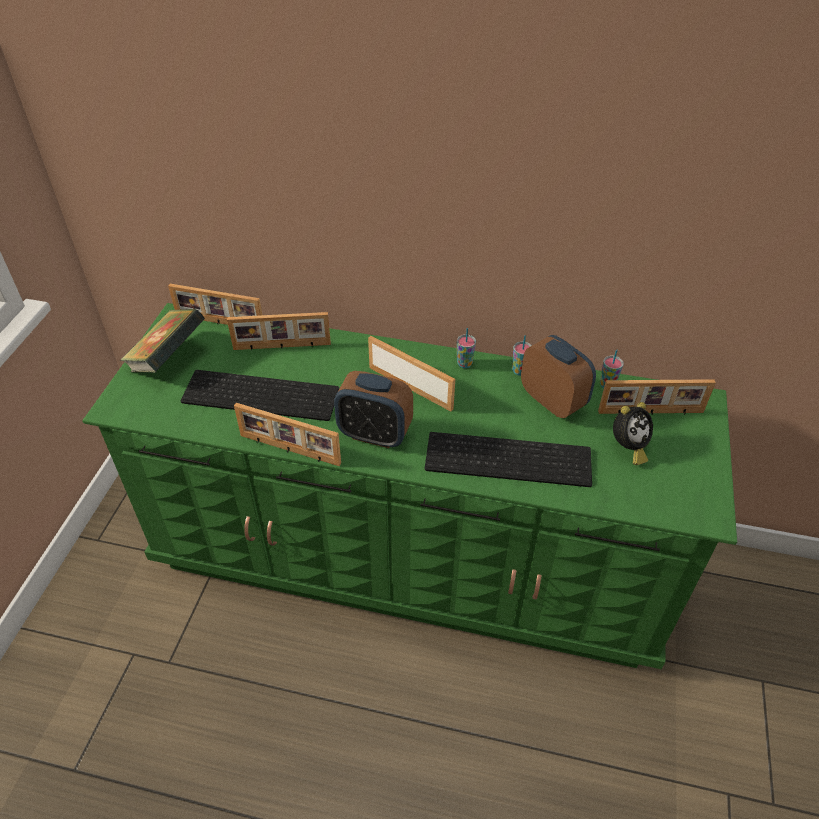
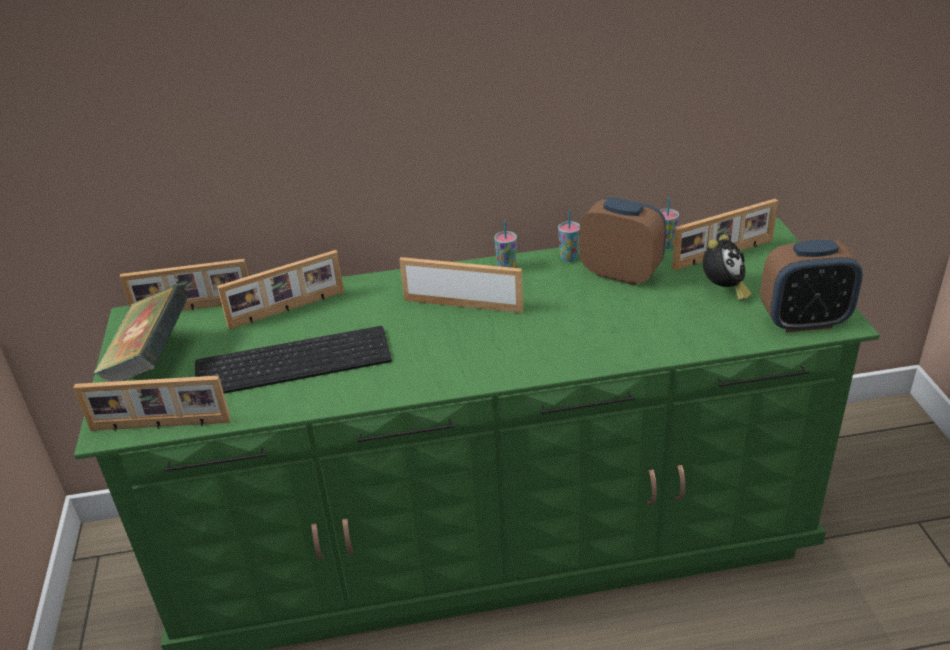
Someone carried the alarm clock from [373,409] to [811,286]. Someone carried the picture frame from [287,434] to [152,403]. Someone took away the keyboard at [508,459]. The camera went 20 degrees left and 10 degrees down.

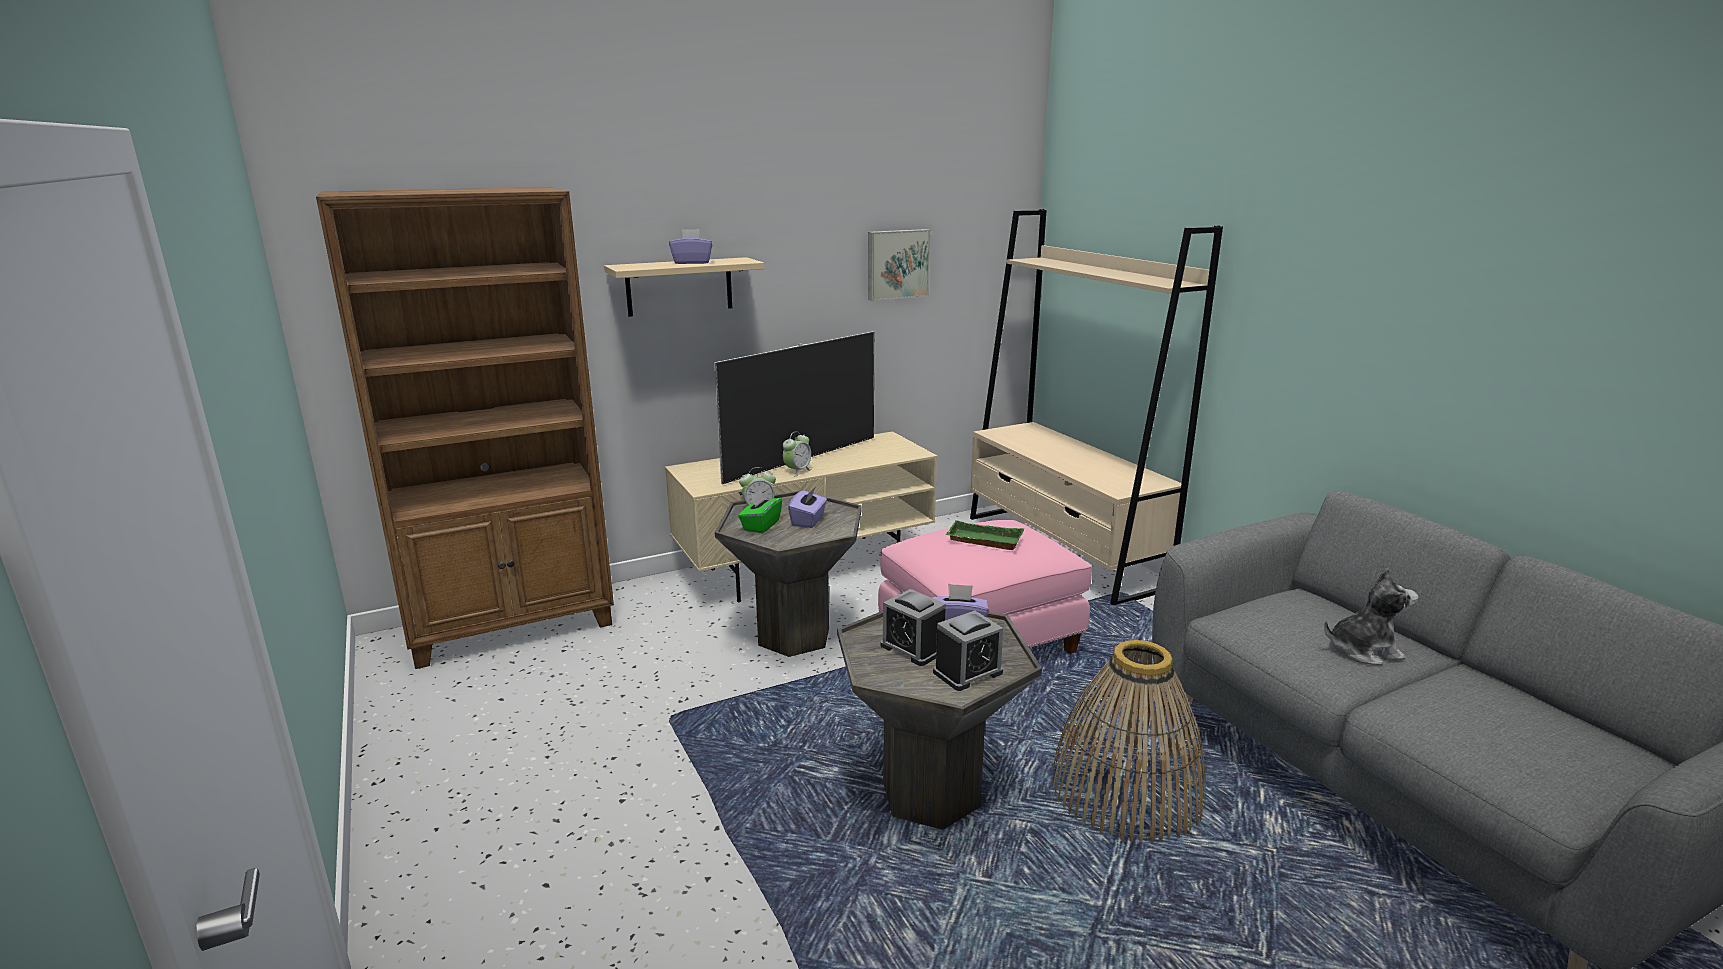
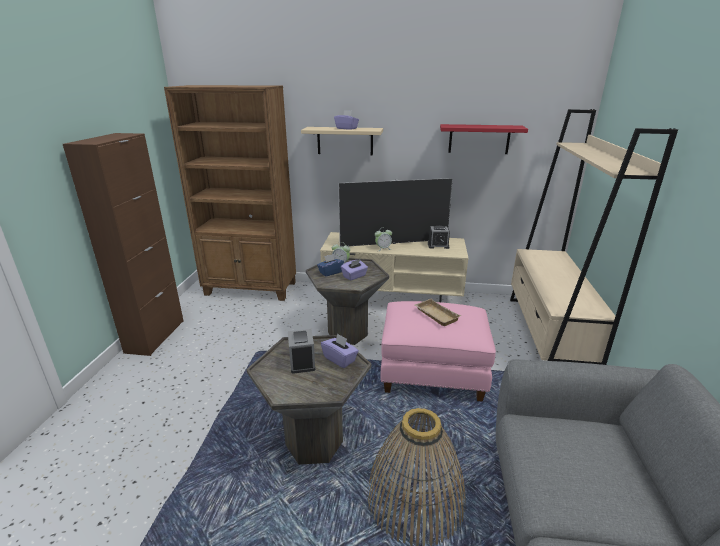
Someone swapped the picture at [899,265] for the red shelf at [484,139]. Someone repainted the green tissue box at [760,511], which became the blue tissue box at [330,265]. Someone repainted the green tray at [984,535], which became the beige tray at [438,312]. Someone took away the plush toy at [1371,616]. Someone carried the alarm clock from [968,651] to [439,237]. Someone put down the brown cabinet at [123,244]. The camera went 35 degrees right and 5 degrees up.

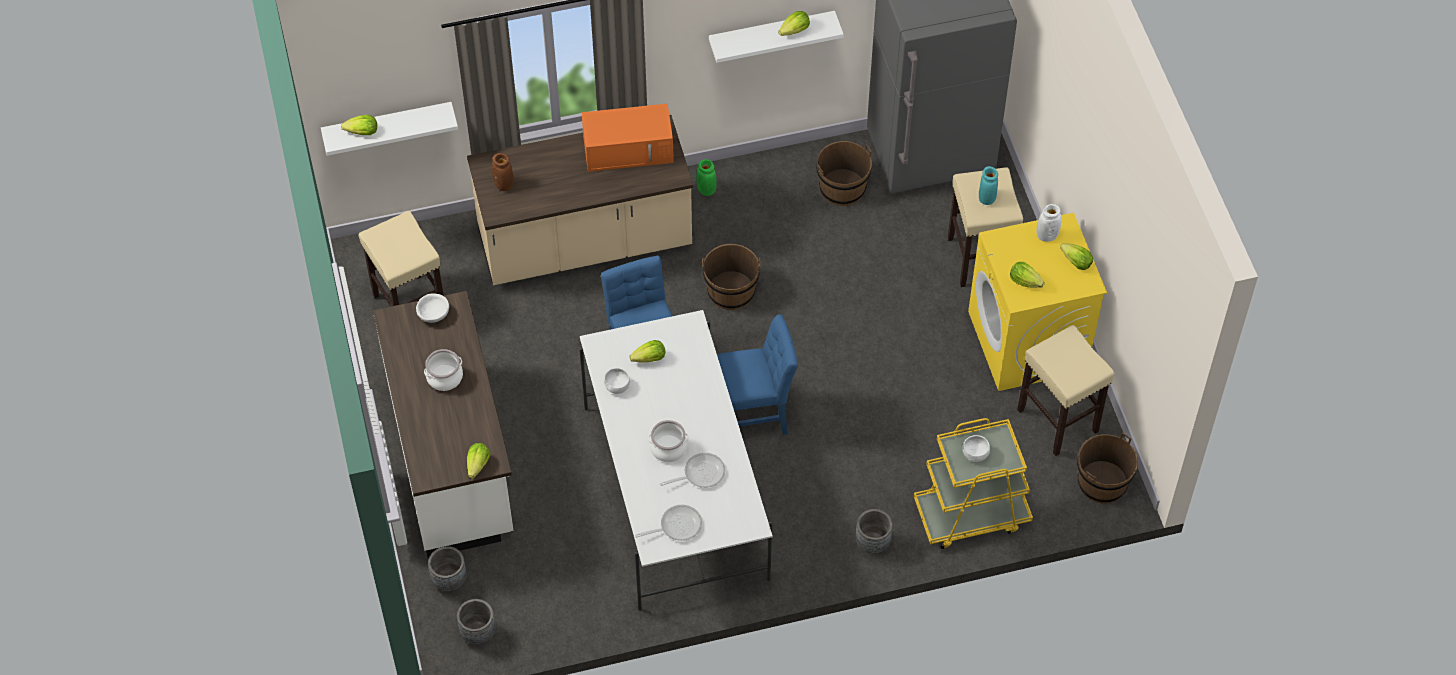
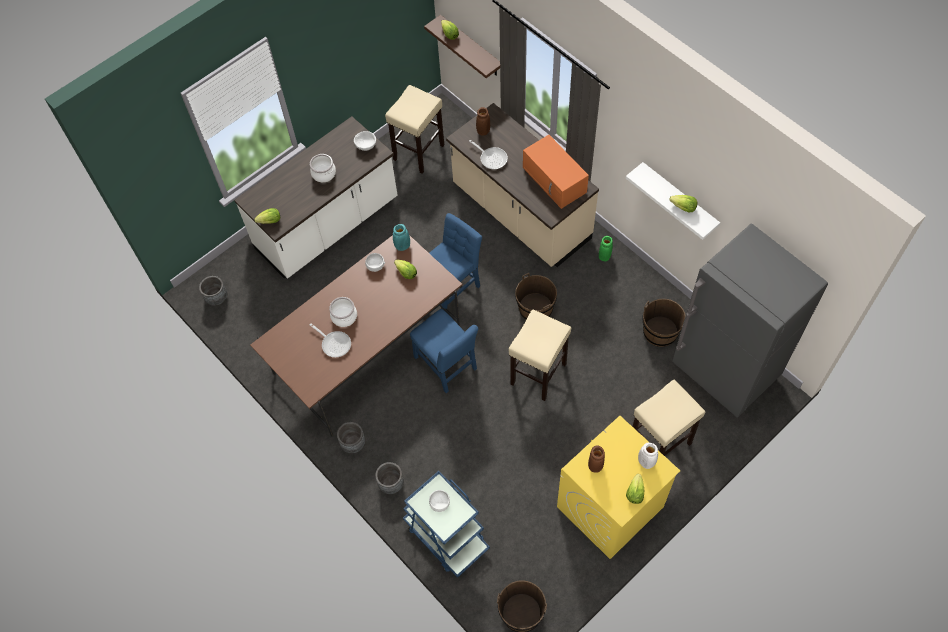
Someone repainted the white shelf at [389,129], which became the brown shelf at [462,46]. Someone carried the turquoise vase from [988,185] to [401,237]. Someone swapped the lettuce at [1027,275] for the brown vase at [596,459]. Someone repainted the white dining table at [676,460], which became the brown dining table at [356,334]. Someone carried the beige stool from [1065,390] to [540,355]. Someone repainted the yellow cart at [973,483], which became the blue cart at [446,524]. Someone carried the frying pan from [668,523] to [488,154]. Someone carried the grey planter from [447,568] to [351,437]. The camera went 65 degrees right and 5 degrees up.

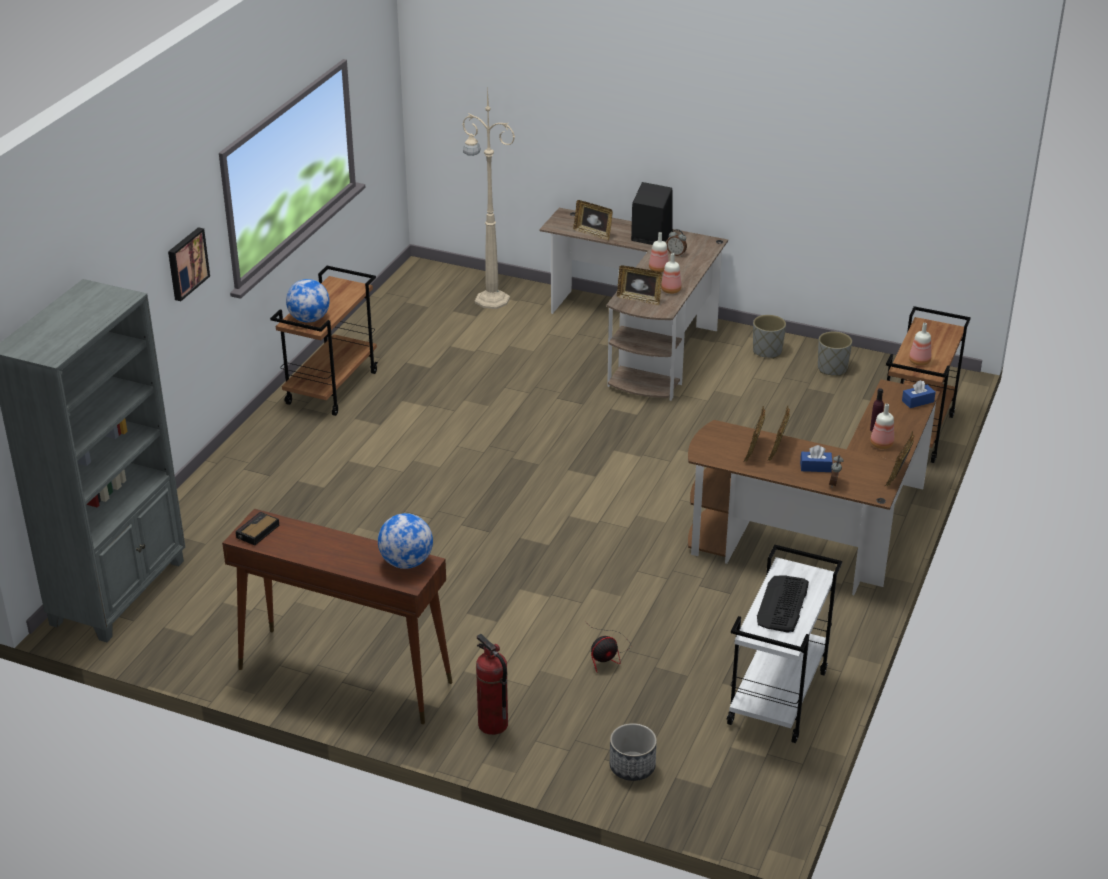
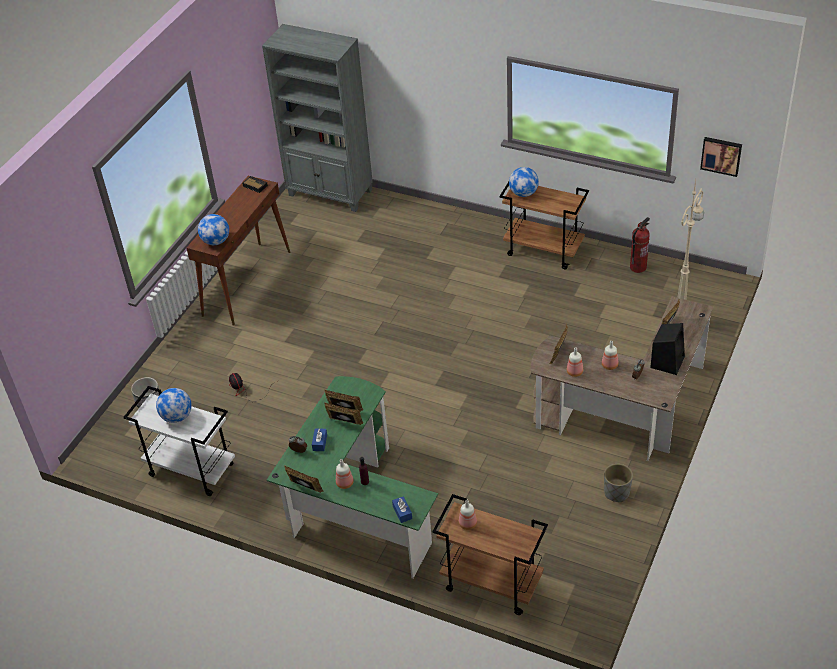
Someone carried the picture from [189,264] to [721,157]. Someone took away the grey planter at [835,354]. Someone repainted the brown desk at [814,487], which became the green desk at [352,477]. Someone swapped the keyboard at [783,604] for the globe at [174,405]. Someone carried the fire extinguisher from [492,684] to [640,245]. The camera went 95 degrees right and 10 degrees up.

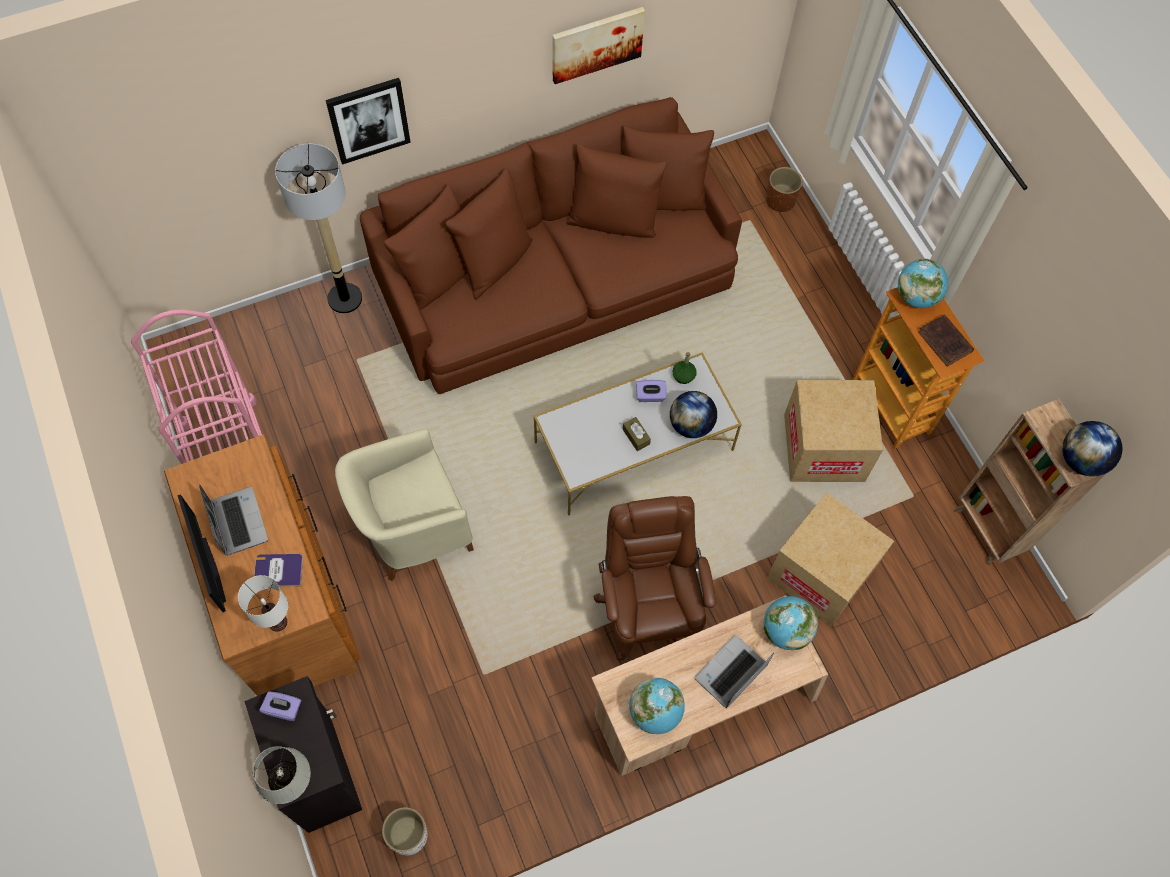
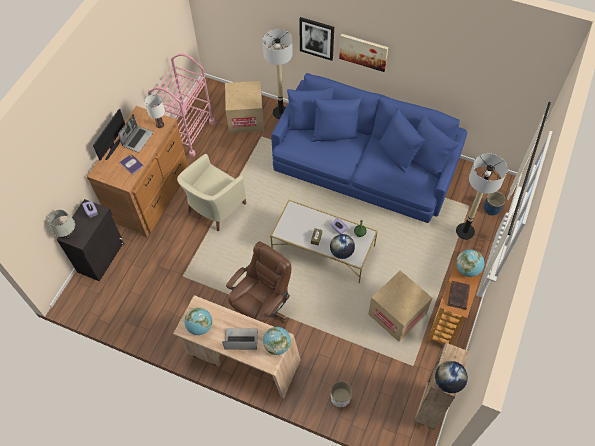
Someone carried the picture from [598,45] to [363,53]. Someone repainted the brown sofa at [551,245], which became the blue sofa at [369,148]. Someone repainted the brown planter at [784,189], which became the blue planter at [495,203]. Someone rotated the beige armchair at [404,505] by 75 degrees counterclockwise. Someone carried the cardboard box from [830,559] to [244,107]. Someone carried the white table lamp from [263,603] to [154,111]. Someone carried the white planter from [405,831] to [341,394]. Someone put down the floor lamp at [482,196]. The camera went 50 degrees right and 5 degrees down.

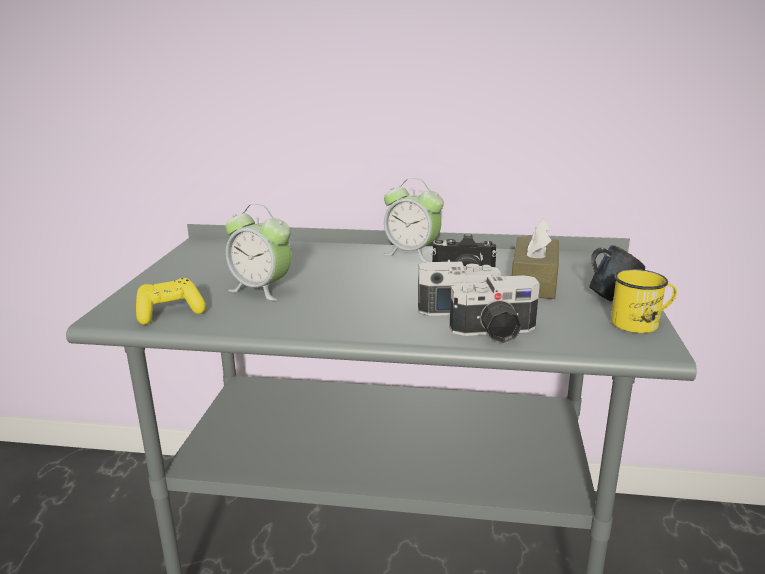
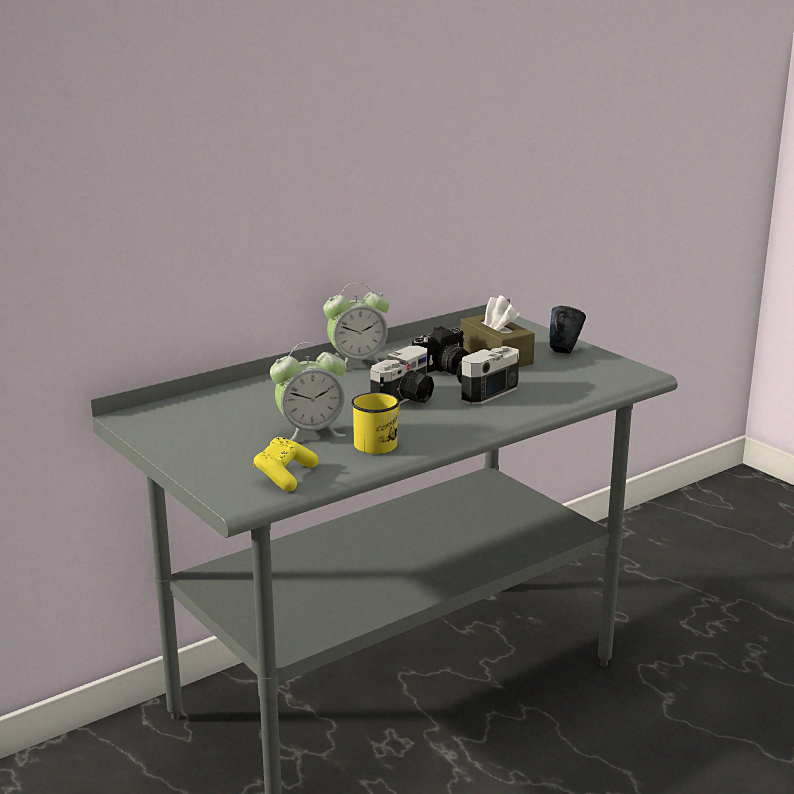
Someone carried the yellow mug from [644,301] to [375,423]. Someone carried the photo camera from [495,309] to [402,374]. The camera went 45 degrees left and 0 degrees up.

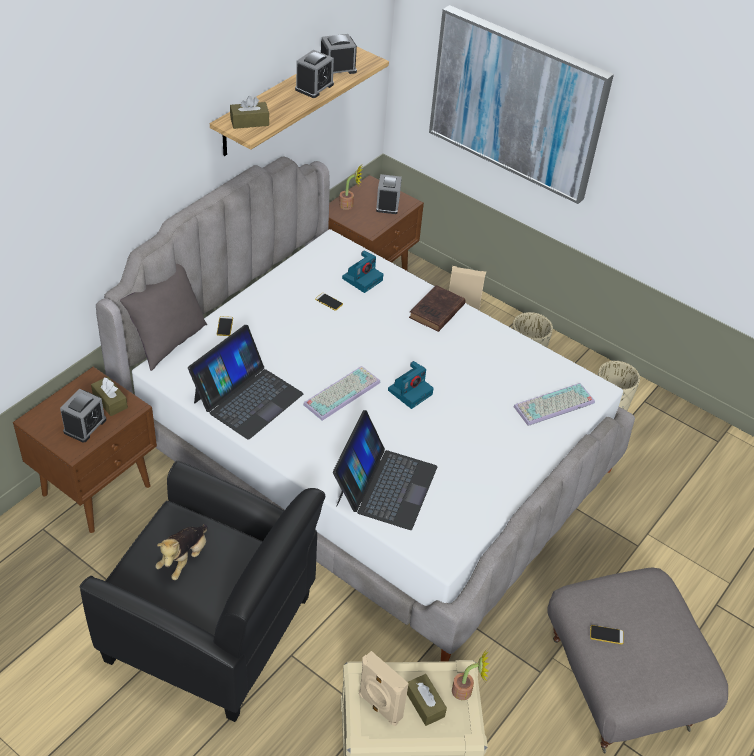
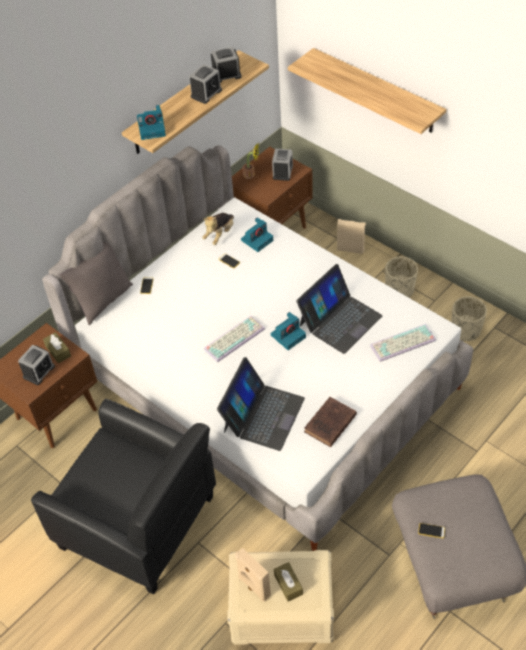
Someone swapped the picture at [521,104] for the shelf at [367,91]. Someone swapped the brown tissue box at [249,112] for the photo camera at [151,122]. Someone carried the brown book from [437,308] to [330,422]. Someone carried the laptop from [246,382] to [339,309]. Someone carried the plush toy from [181,552] to [218,229]. Someone took away the potted plant at [471,675]. The camera went 10 degrees right and 5 degrees up.

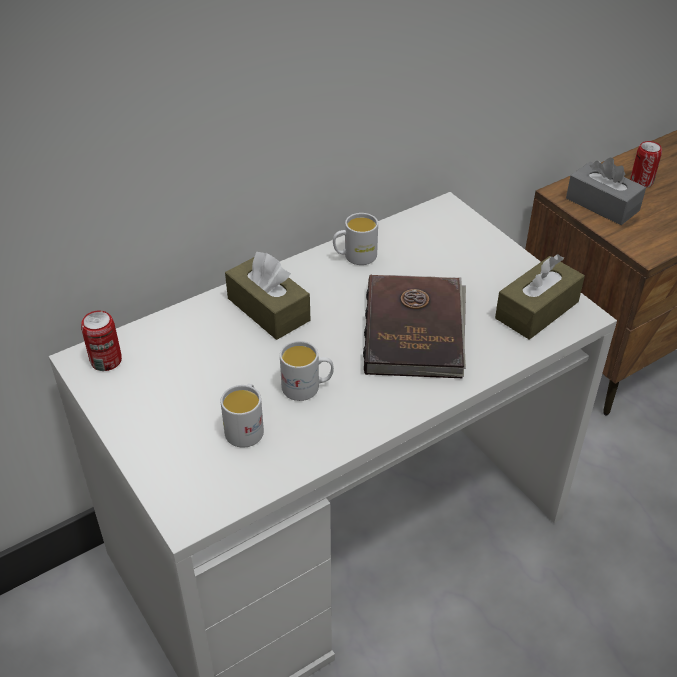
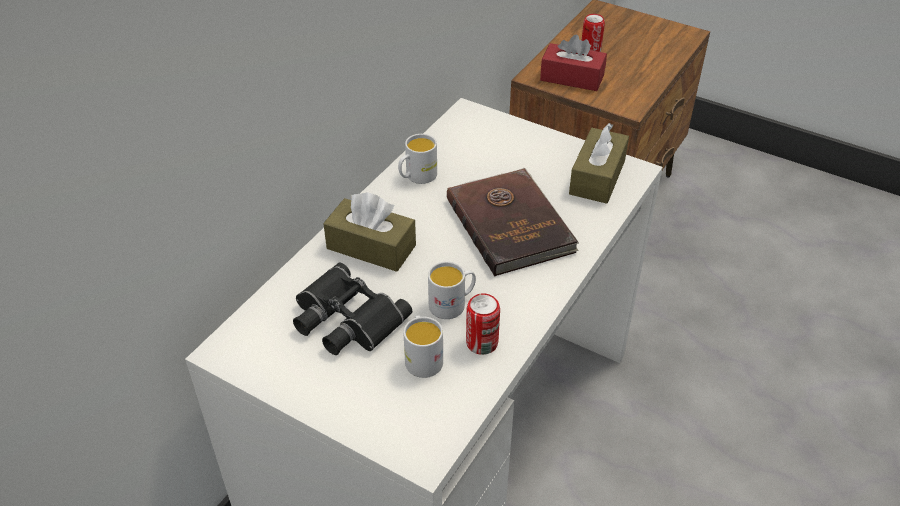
Someone repainted the grey tissue box at [606,191], which became the red tissue box at [573,62]. Someone carried the can from [101,341] to [483,324]. Someone put down the black binoculars at [352,309]. The camera went 25 degrees left and 0 degrees up.

